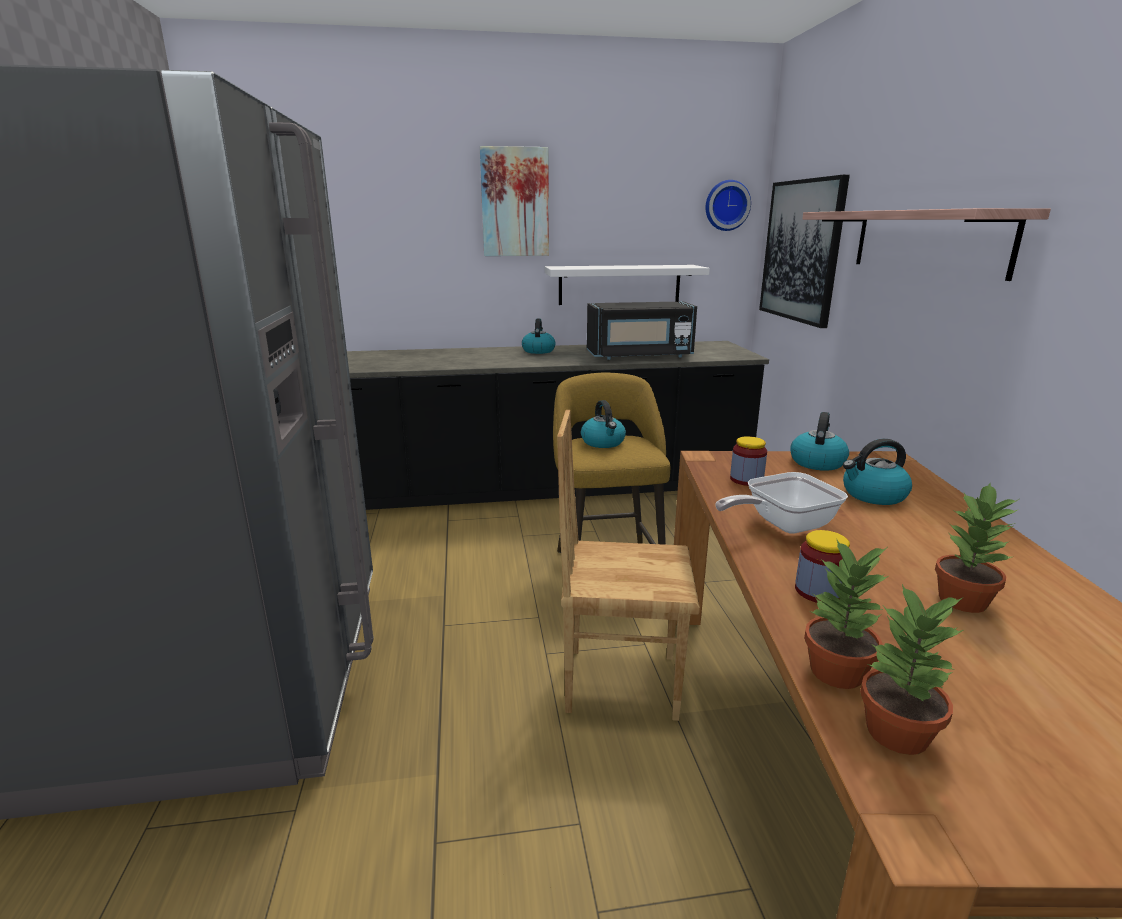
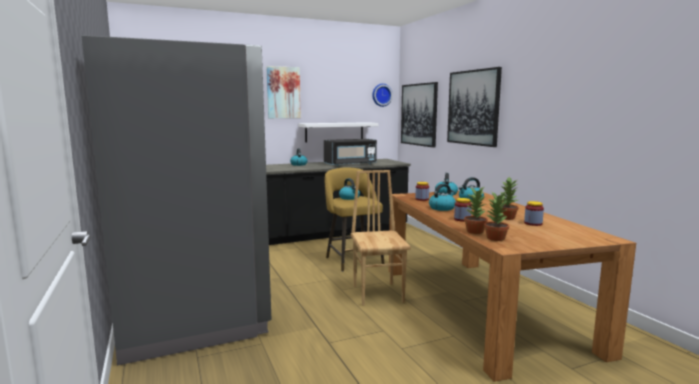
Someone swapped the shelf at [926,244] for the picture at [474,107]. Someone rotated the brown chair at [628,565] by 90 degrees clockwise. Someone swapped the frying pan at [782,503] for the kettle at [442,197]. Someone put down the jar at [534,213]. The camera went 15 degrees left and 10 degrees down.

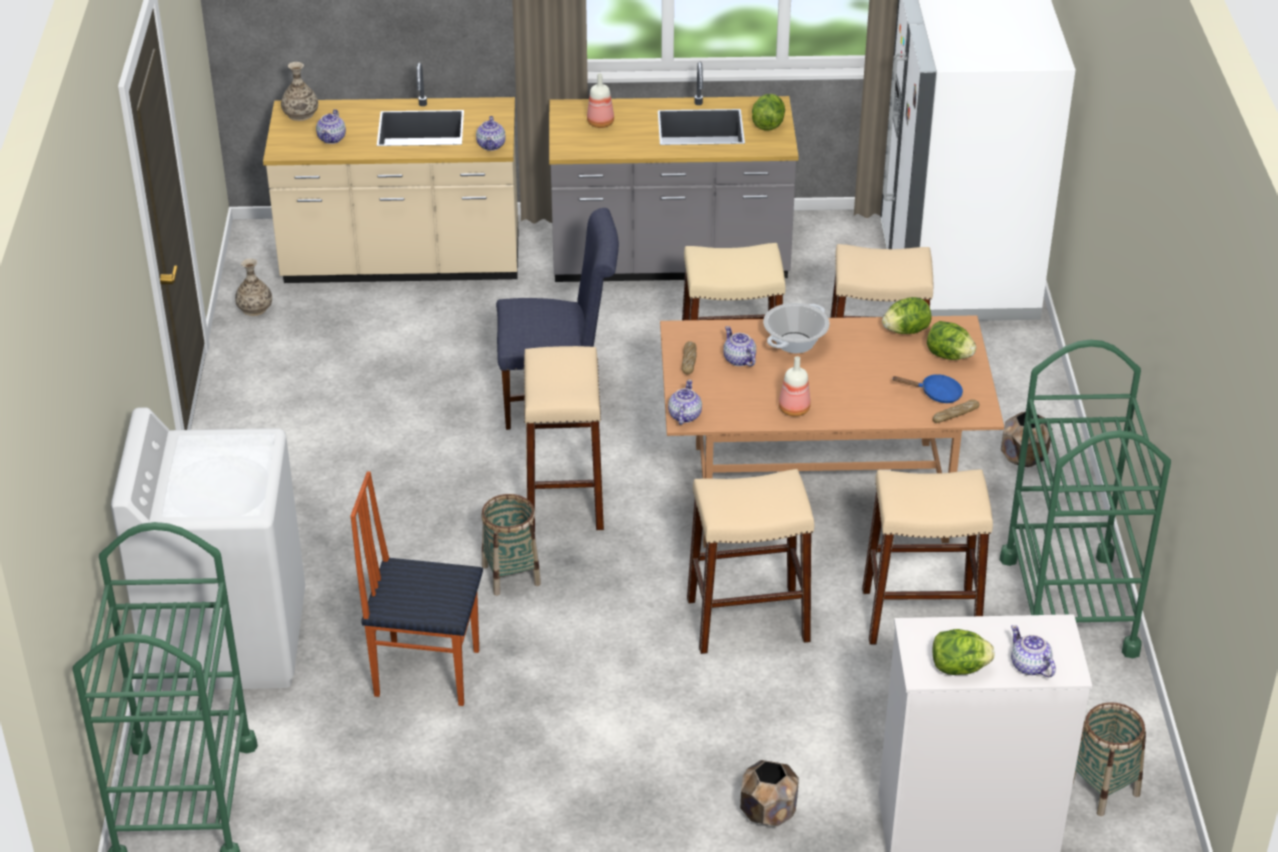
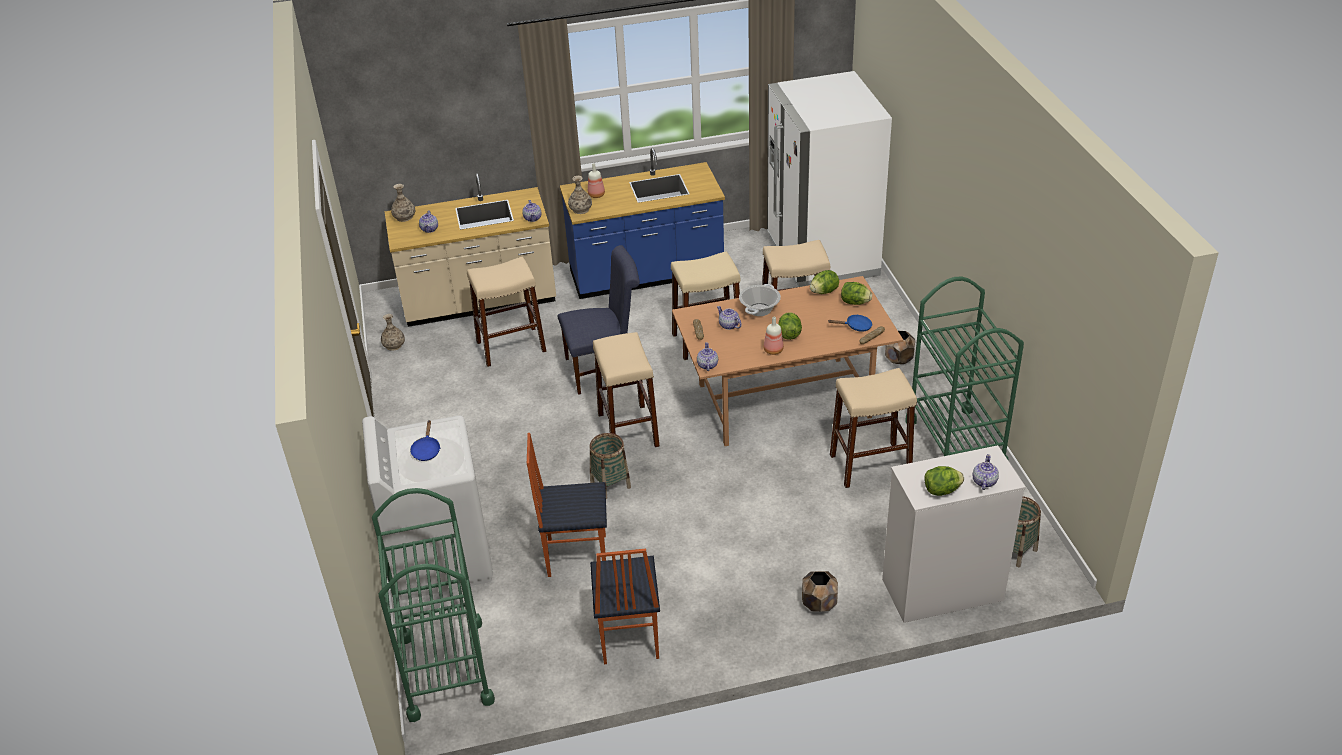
Someone repainted the grey counter at [674,172], which became the blue counter at [642,223]. Someone carried the lettuce from [768,112] to [790,326]. Someone carried the beige stool from [750,561] to [507,312]. Someone rotated the teapot at [1033,651] by 60 degrees clockwise. Someone put down the vase at [580,195]. Someone put down the blue frying pan at [425,440]. Someone put down the chair at [625,606]. The camera went 10 degrees left and 0 degrees up.

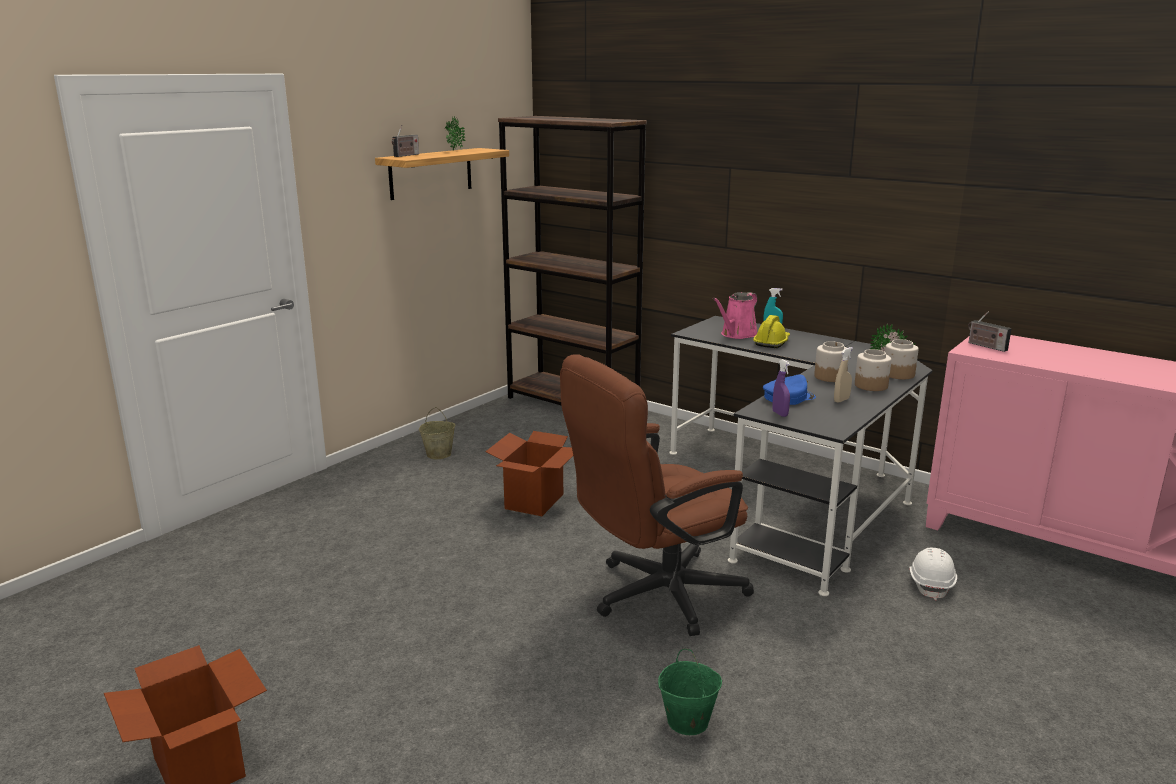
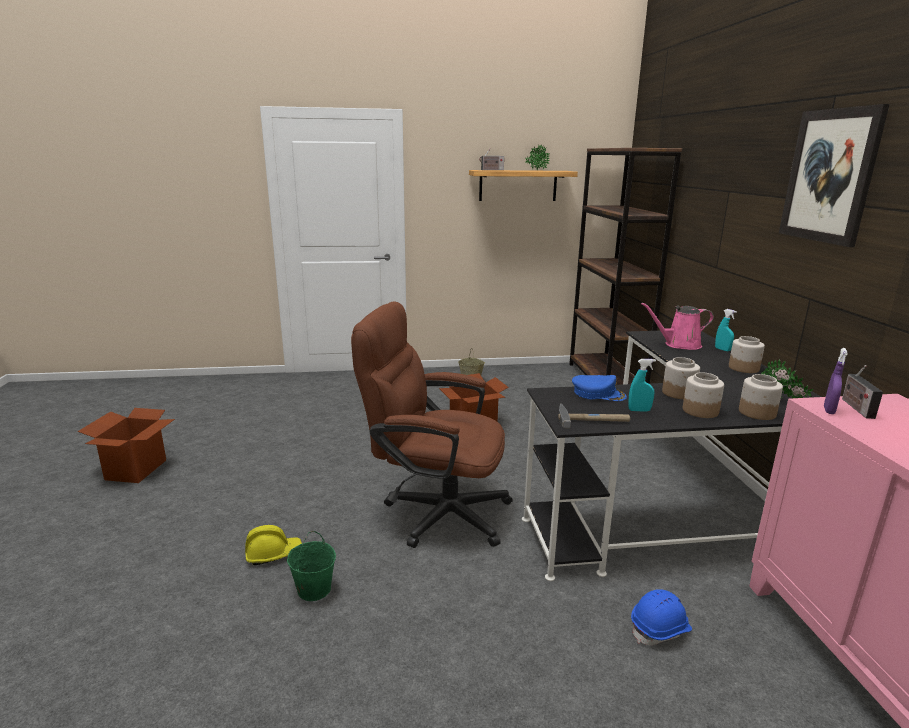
Someone carried the yellow hard hat from [771,331] to [273,545]. Someone repainted the beige spray bottle at [843,375], which became the turquoise spray bottle at [642,385]. Someone carried the purple spray bottle from [781,388] to [836,381]. Someone repainted the white hard hat at [933,574], which became the blue hard hat at [661,617]. Someone put up the picture at [834,175]. Someone put down the jar at [747,354]. Someone put down the hammer at [594,416]. The camera went 45 degrees right and 0 degrees up.

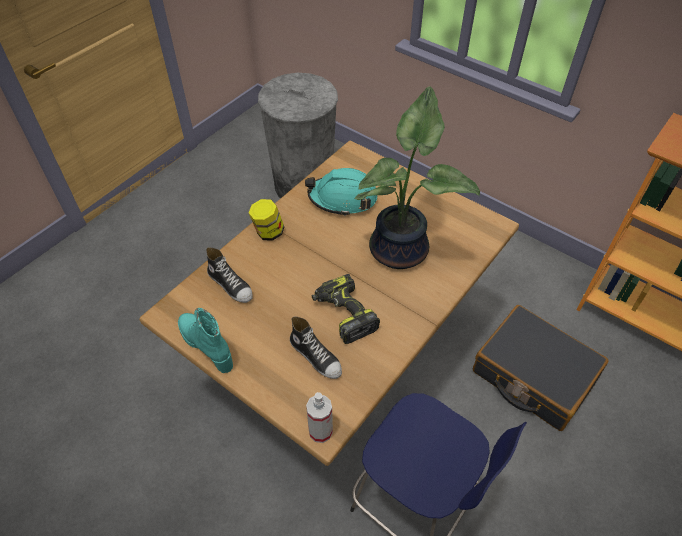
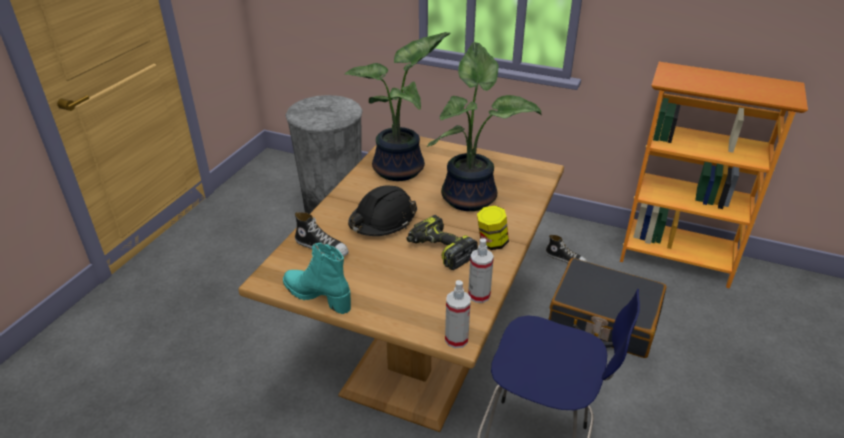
Someone swapped the turquoise hard hat at [341,192] for the potted plant at [398,106]. Someone carried the jar from [266,220] to [493,228]. Someone carried the shoe from [316,347] to [566,249]. Someone put down the black hard hat at [382,210]. Someone put down the spray bottle at [481,270]. The camera went 15 degrees left and 15 degrees down.

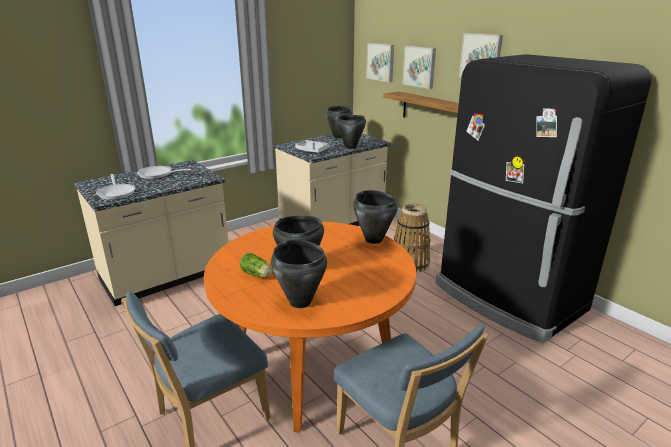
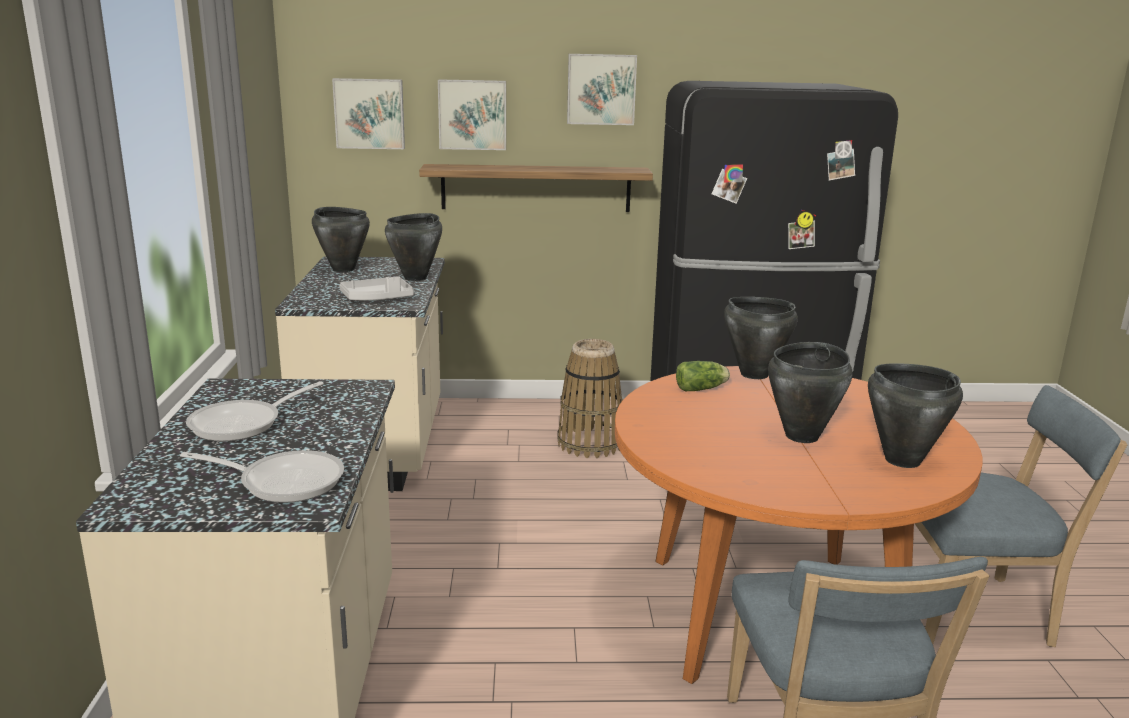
Someone carried the lettuce from [256,265] to [703,376]. The camera went 55 degrees left and 5 degrees down.

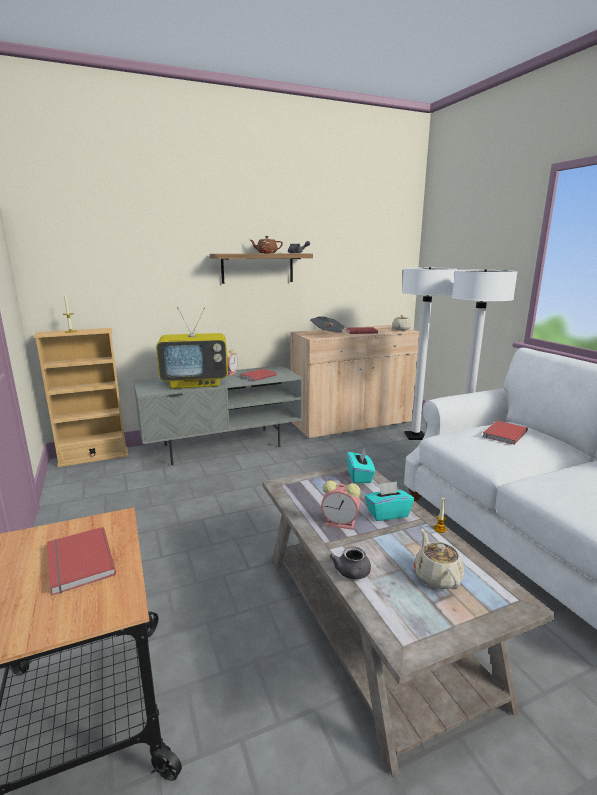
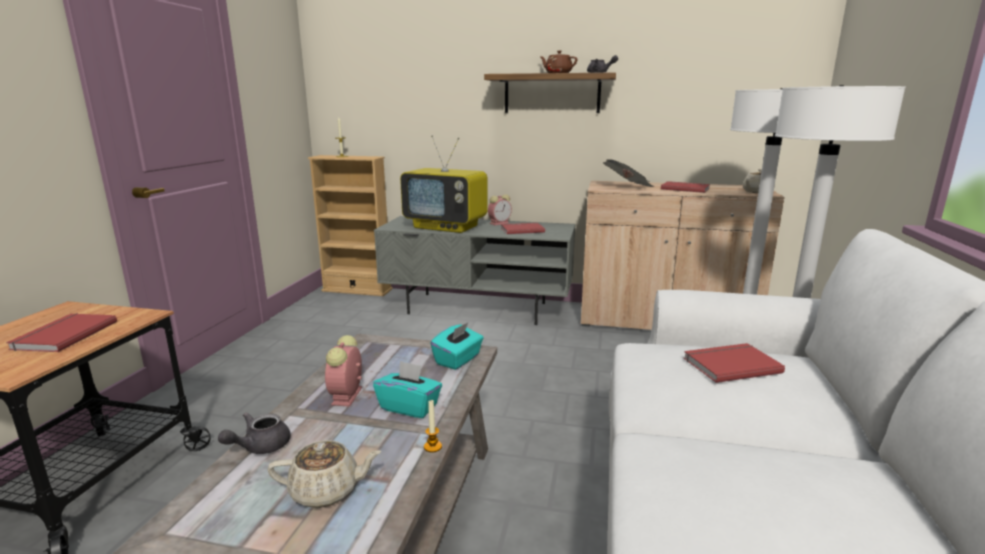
Someone rotated the alarm clock at [340,505] by 45 degrees clockwise. Someone rotated the beige teapot at [439,559] by 60 degrees clockwise. The camera went 35 degrees right and 0 degrees up.

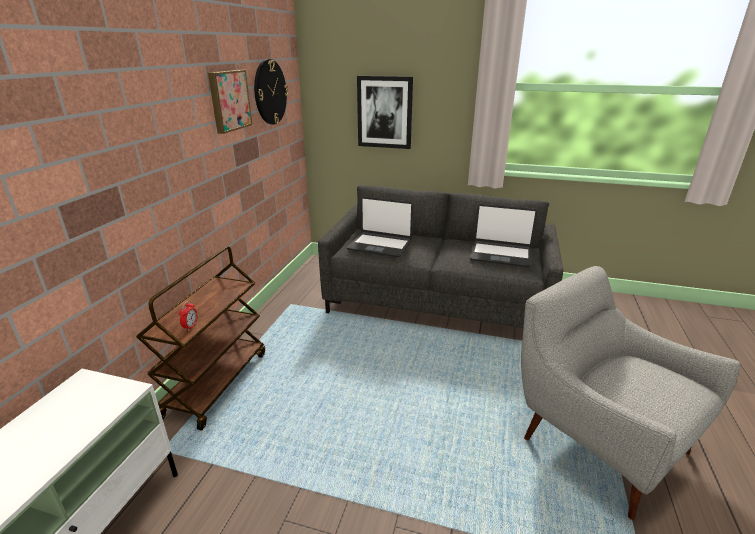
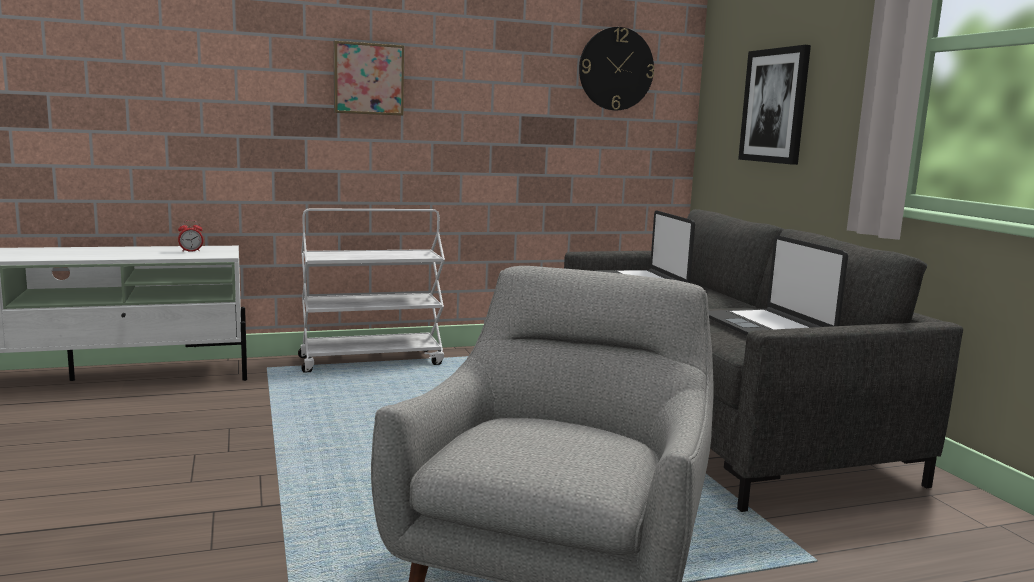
Someone carried the picture from [230,102] to [369,78]. Someone repainted the brown cart at [200,338], which became the white cart at [371,290]. Someone carried the alarm clock from [188,316] to [190,236]. The camera went 55 degrees right and 15 degrees down.

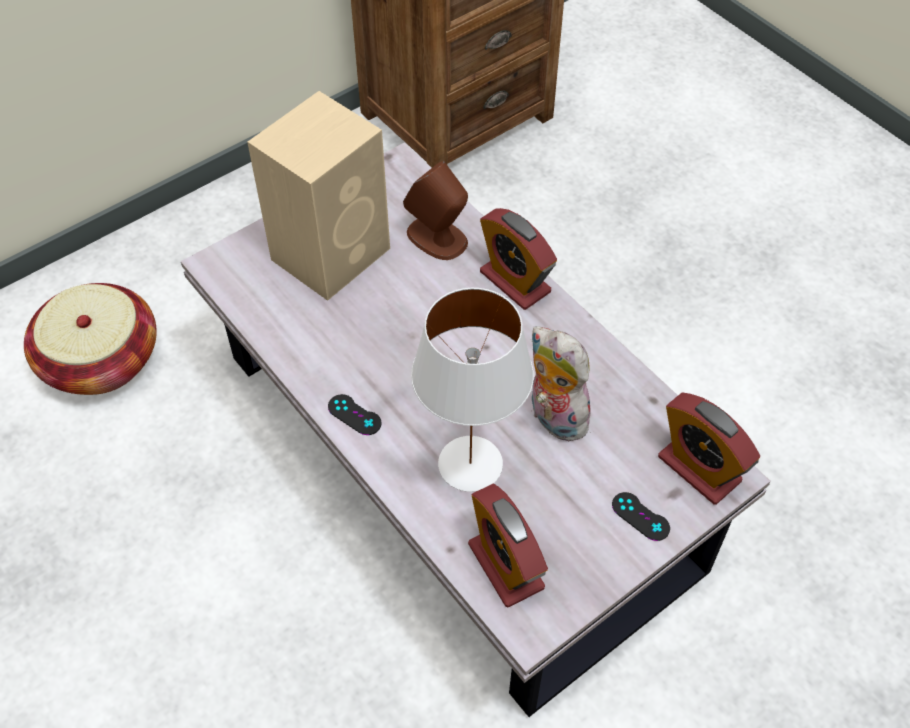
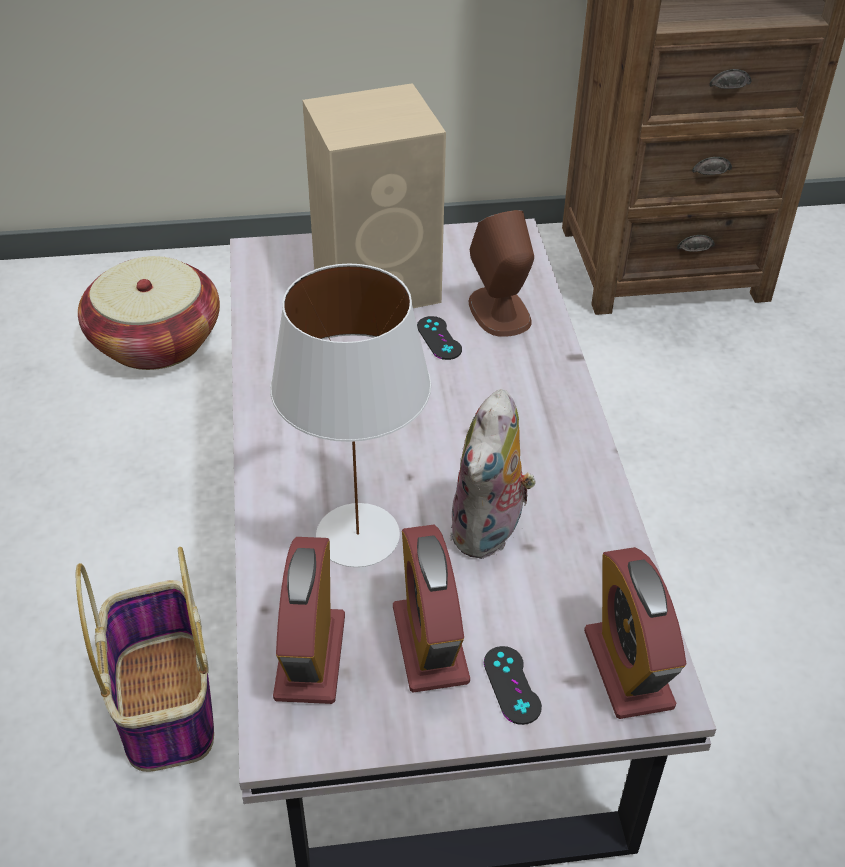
Someone carried the alarm clock from [518,259] to [431,609]. Someone rotated the plush toy at [563,384] by 150 degrees counterclockwise. Someone carried the black game controller from [355,414] to [439,338]. Someone put down the basket at [145,659]. The camera went 30 degrees right and 10 degrees down.

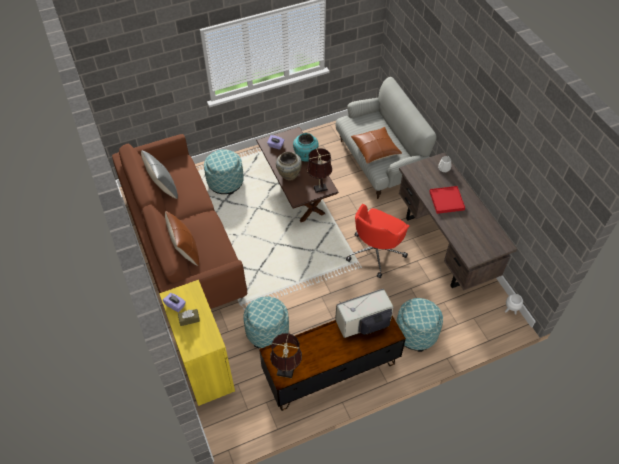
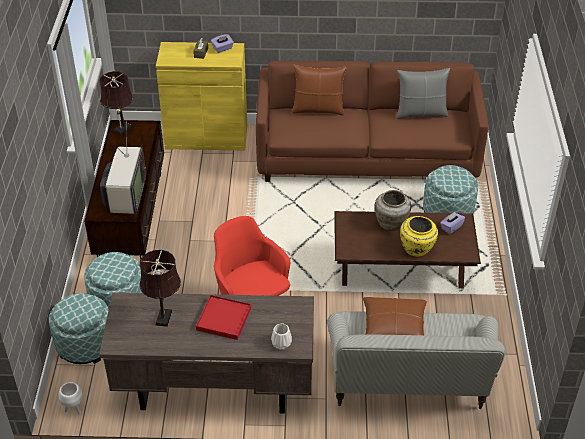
Someone repainted the turquoise vase at [306,147], which became the yellow vase at [419,236]. Someone carried the brown table lamp from [319,170] to [160,288]. Someone carried the ottoman from [266,323] to [79,328]. The camera went 115 degrees right and 10 degrees down.

